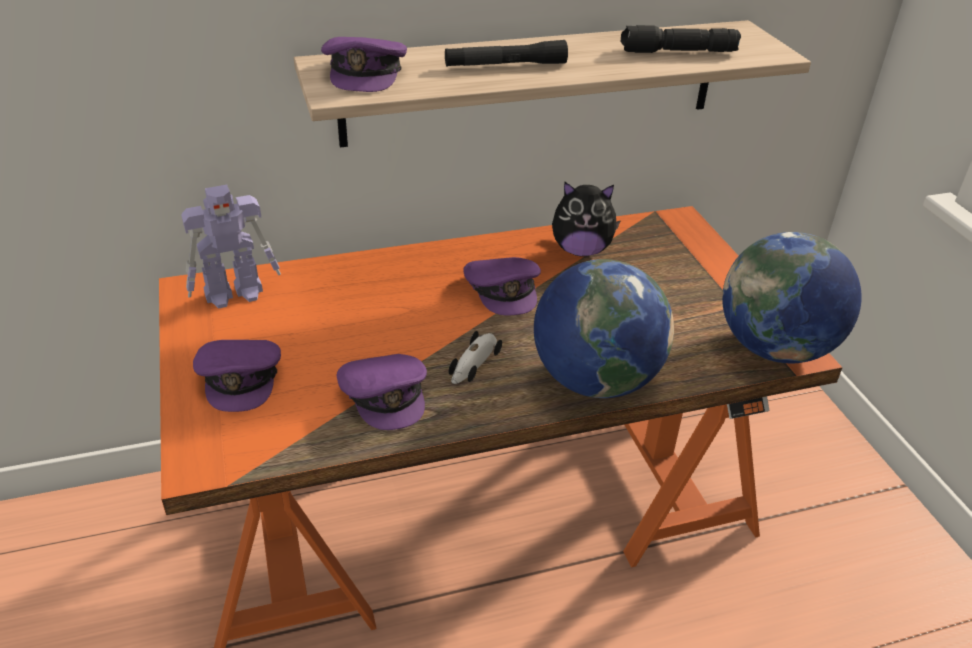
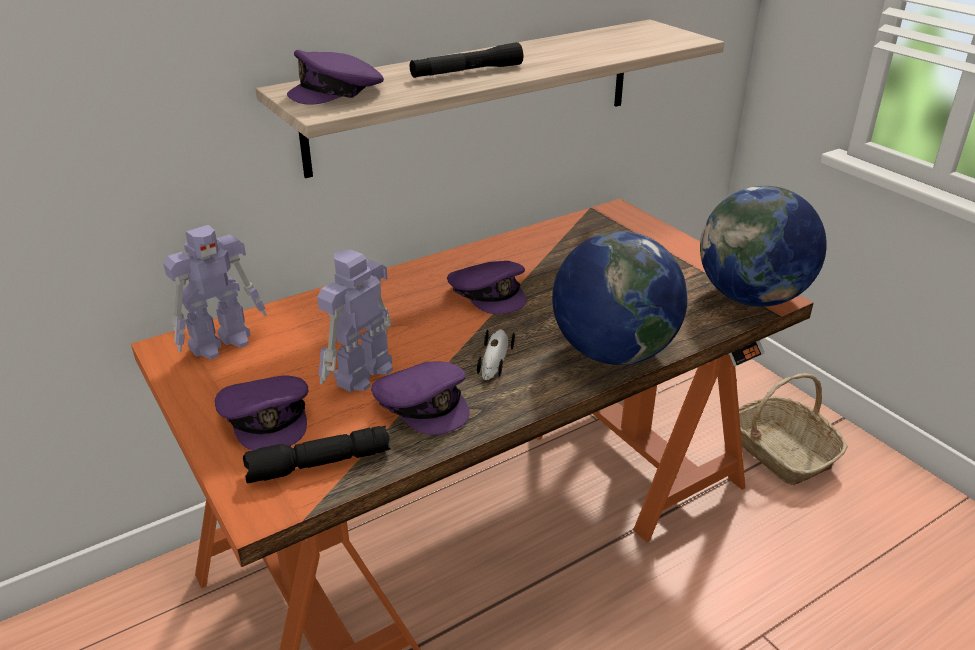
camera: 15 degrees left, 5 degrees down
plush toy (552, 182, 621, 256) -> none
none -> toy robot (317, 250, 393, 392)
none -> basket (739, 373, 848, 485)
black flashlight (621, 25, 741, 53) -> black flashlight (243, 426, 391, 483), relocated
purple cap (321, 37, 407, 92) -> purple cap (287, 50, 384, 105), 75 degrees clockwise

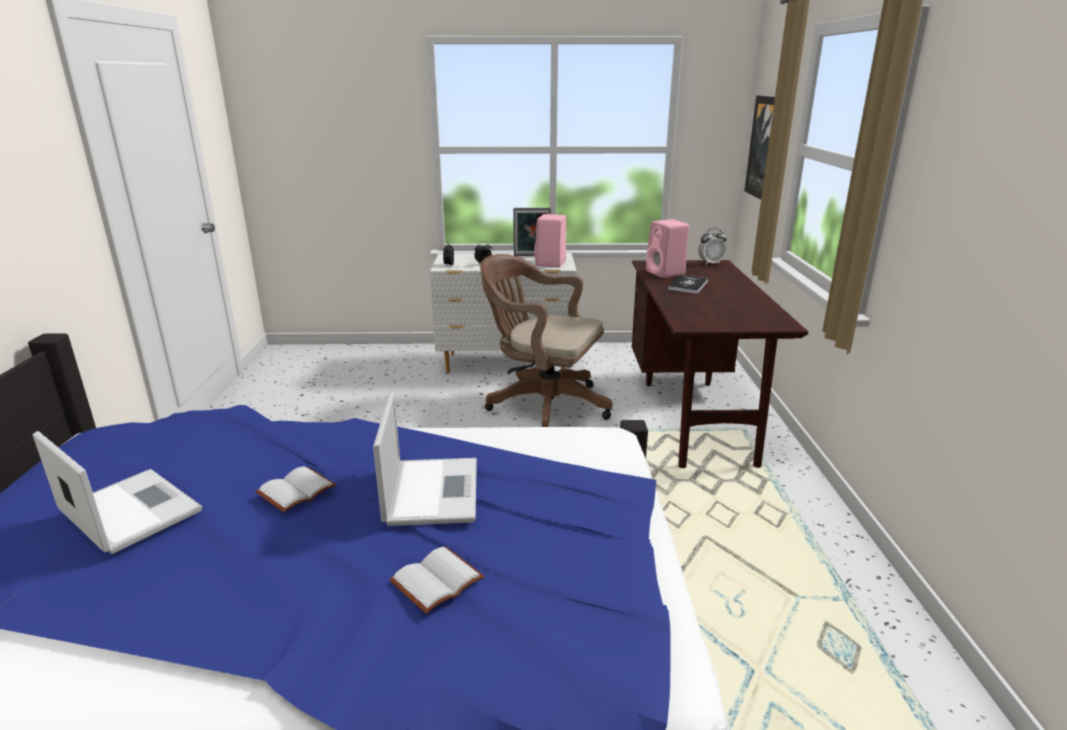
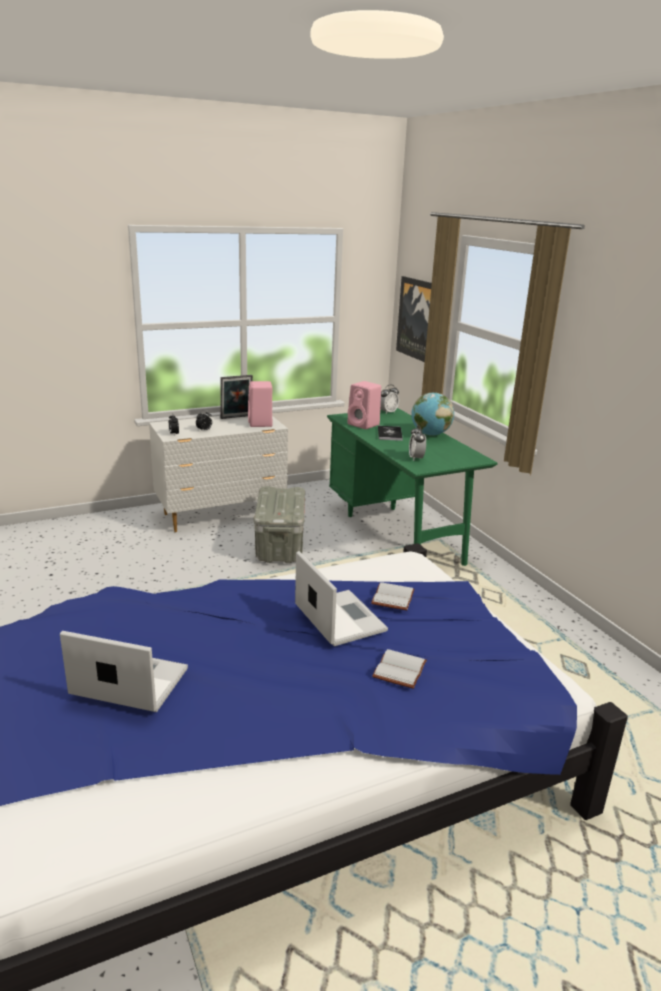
camera: 25 degrees left, 0 degrees up
none -> alarm clock (409, 425, 426, 461)
none -> globe (411, 392, 454, 436)
white book (255, 466, 336, 512) -> white book (371, 582, 415, 610), relocated
brown office chair (480, 254, 612, 427) -> grey storage box (254, 486, 305, 563)
brown desk (632, 260, 808, 468) -> green desk (327, 408, 497, 566)

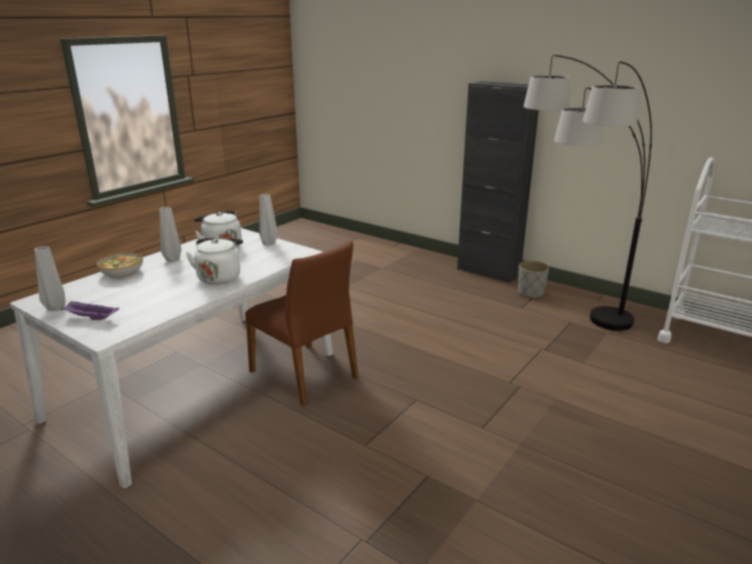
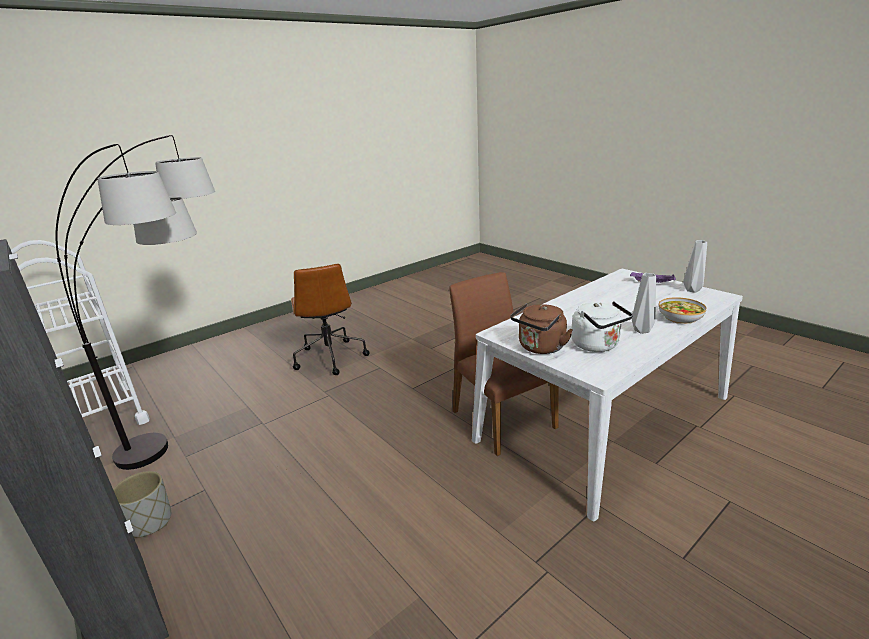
camera: 165 degrees left, 0 degrees up
white kettle (186, 238, 243, 285) -> none
none -> brown office chair (291, 264, 370, 375)
grey vase (259, 194, 278, 246) -> brown kettle (510, 303, 573, 354)

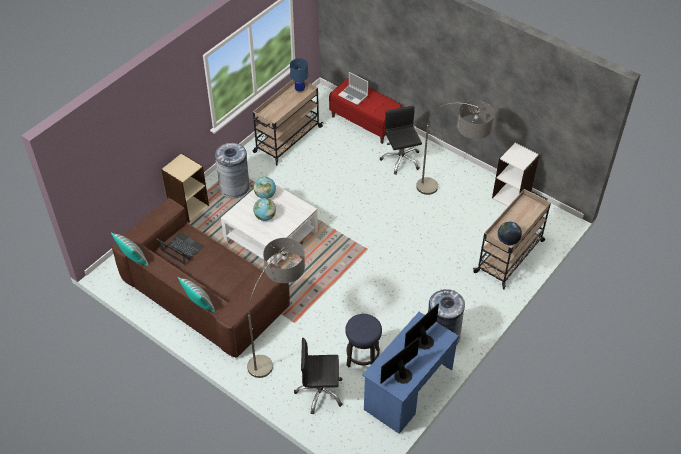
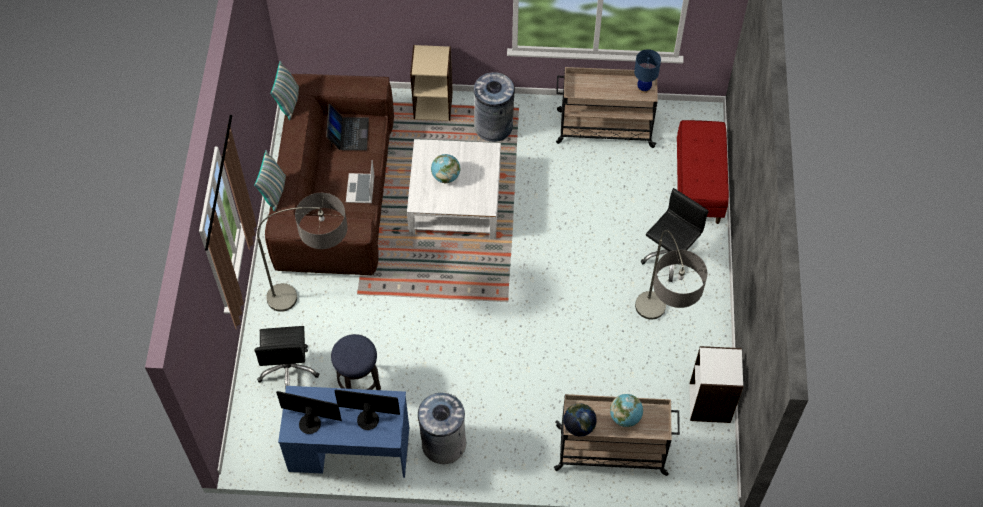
camera: 55 degrees right, 10 degrees up
globe (254, 177, 276, 199) -> globe (610, 394, 643, 427), relocated
laptop (338, 72, 368, 105) -> laptop (346, 160, 375, 203), relocated
black office chair (294, 338, 343, 415) -> black office chair (254, 326, 319, 390), 150 degrees counterclockwise

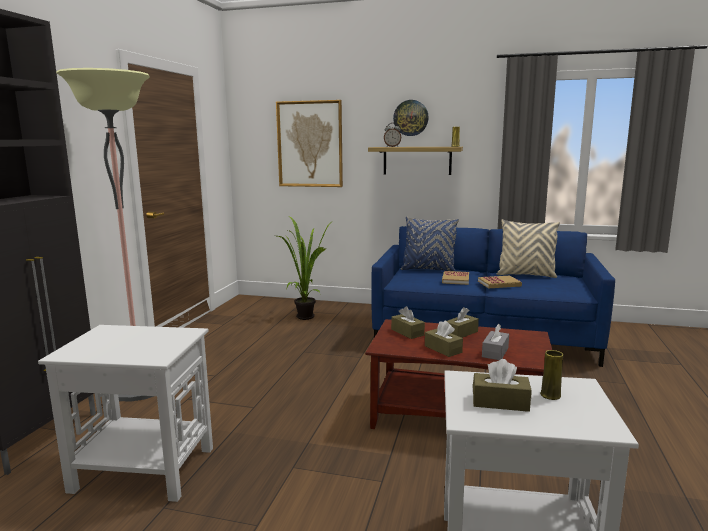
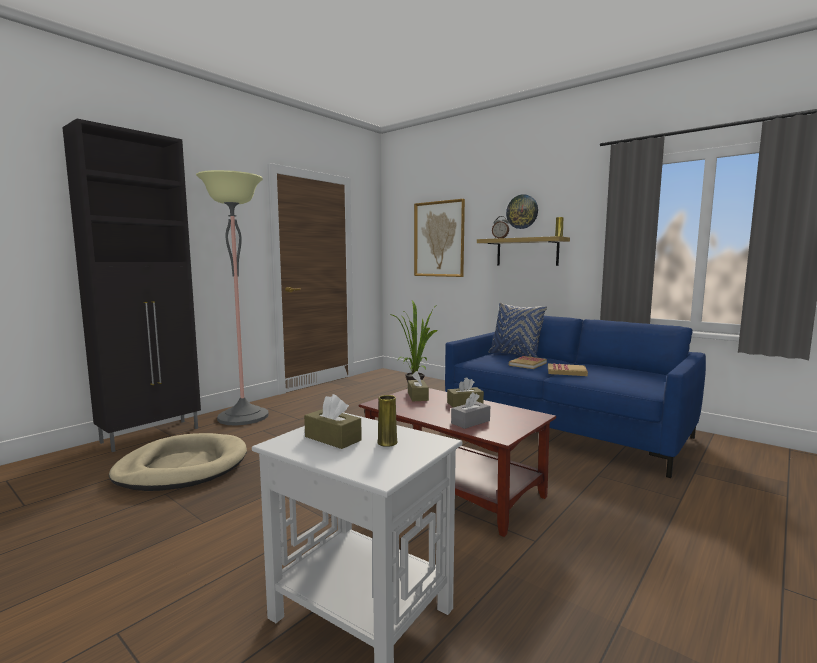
camera: 25 degrees right, 5 degrees down
brown tissue box (425, 321, 463, 357) -> none
beige pillow (497, 219, 560, 278) -> none
white side table (38, 325, 213, 502) -> beige dog bed (109, 433, 247, 491)

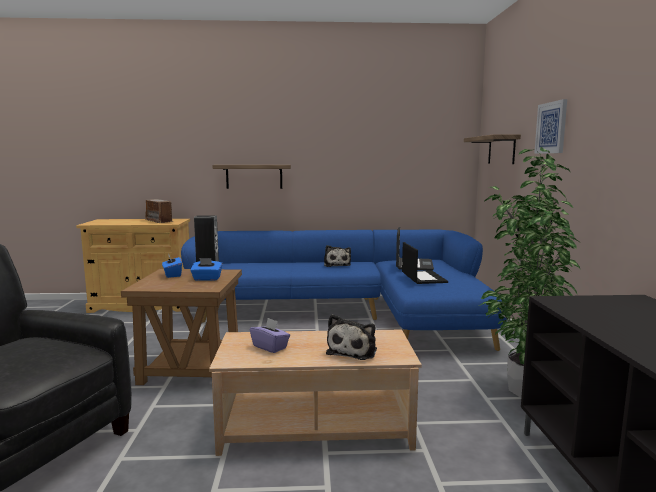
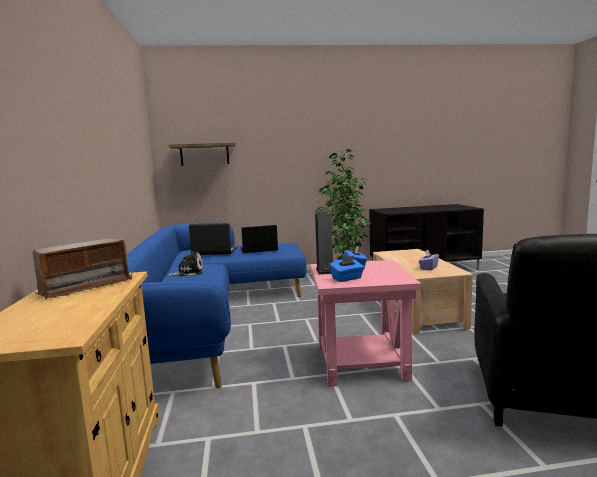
camera: 95 degrees left, 0 degrees up
shelf (212, 165, 291, 189) -> none
plush toy (326, 314, 377, 360) -> none
picture (534, 99, 567, 154) -> none
brown side table (121, 269, 242, 385) -> pink side table (310, 260, 421, 387)

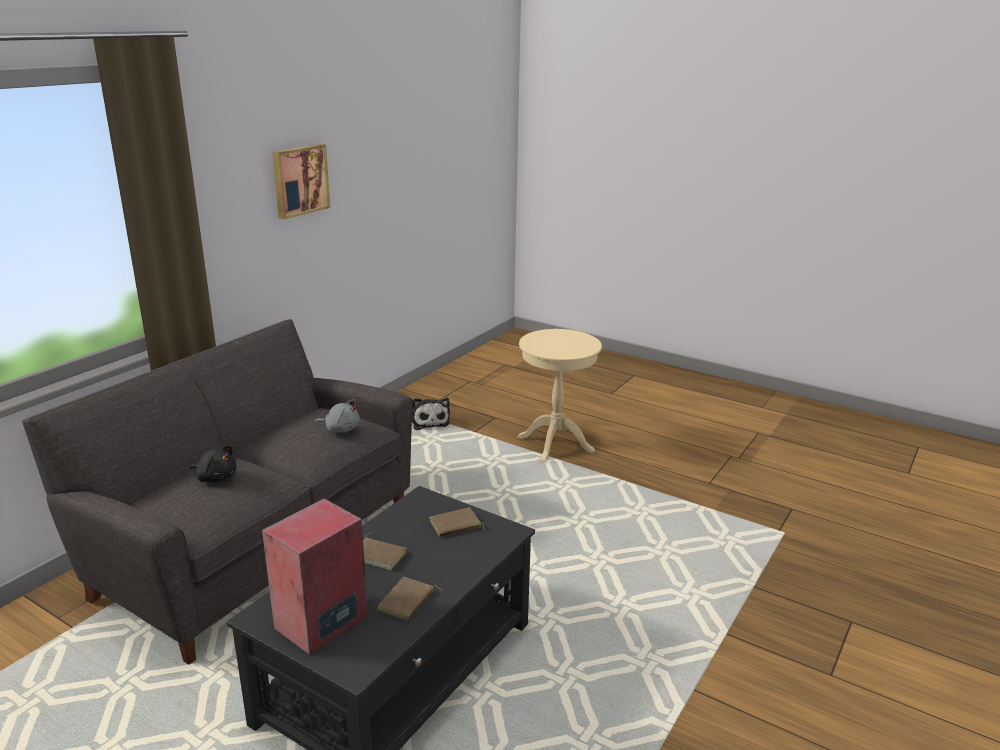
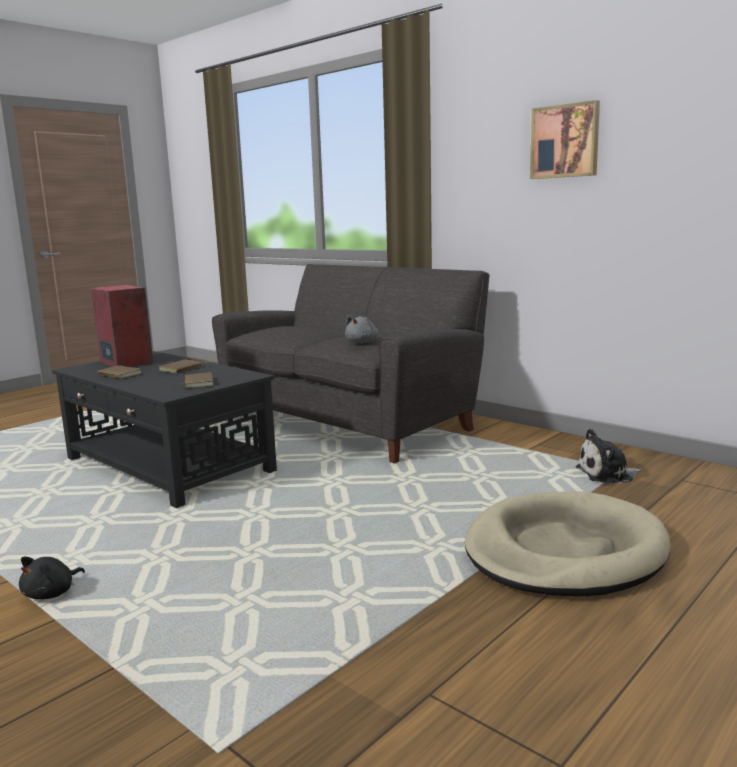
camera: 100 degrees right, 10 degrees down
black plush toy (189, 445, 236, 482) -> black plush toy (19, 557, 85, 599), relocated
beige side table (518, 329, 602, 462) -> beige dog bed (465, 491, 671, 597)

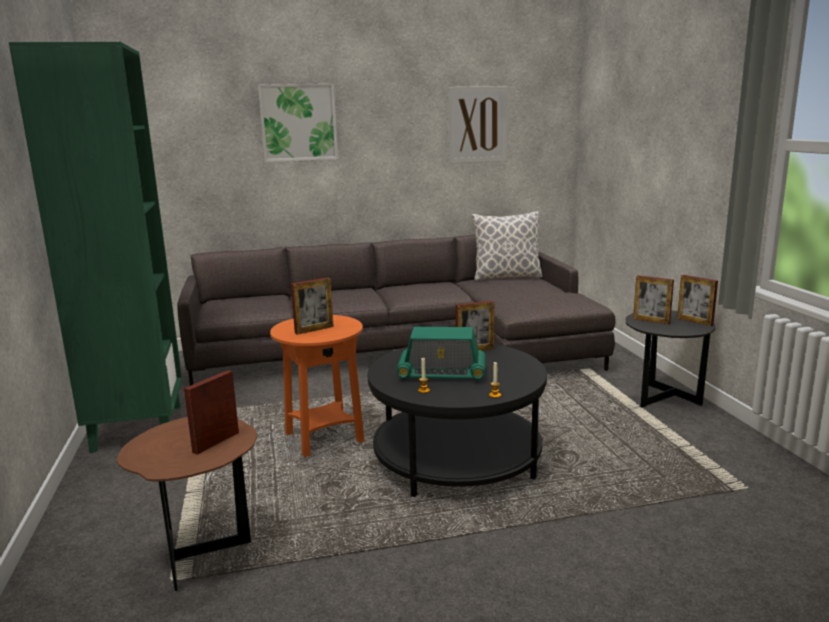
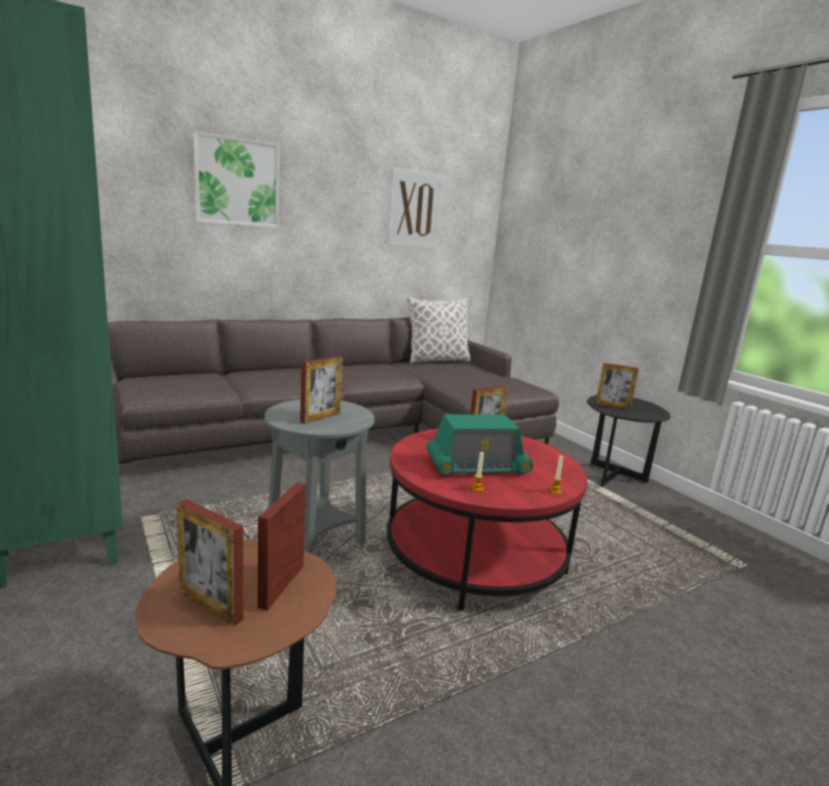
camera: 20 degrees left, 0 degrees up
picture frame (677, 275, 718, 326) -> picture frame (177, 499, 244, 626), relocated
orange side table (270, 315, 365, 457) -> grey side table (265, 399, 375, 554)
black coffee table (367, 344, 547, 497) -> red coffee table (387, 429, 587, 611)

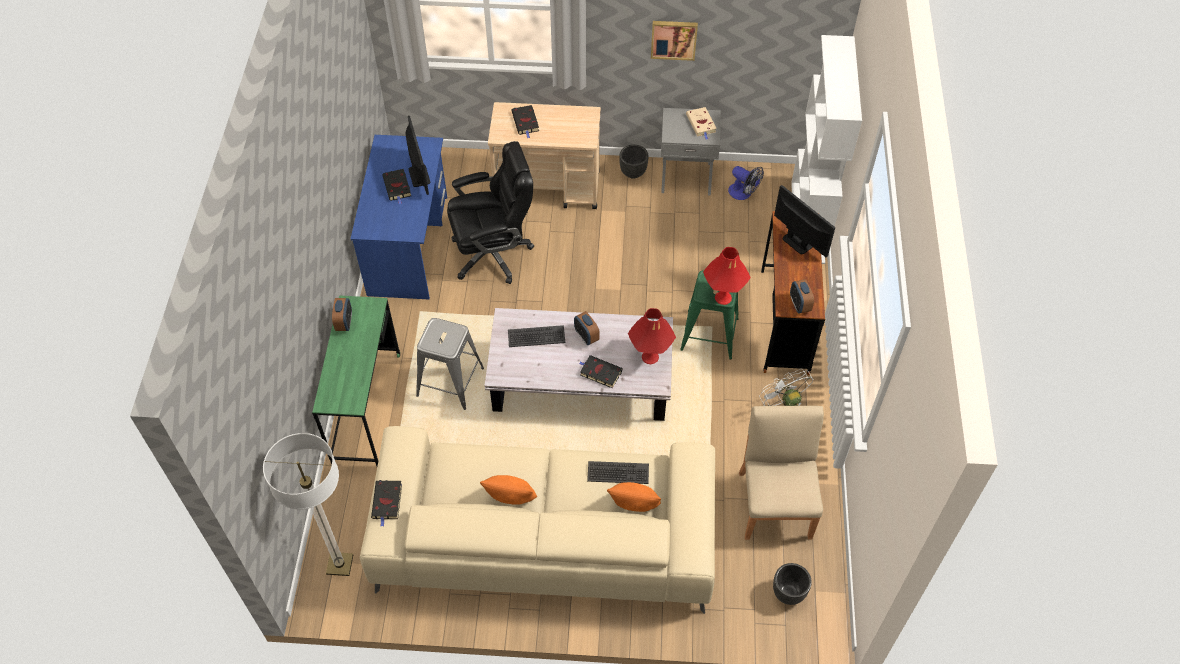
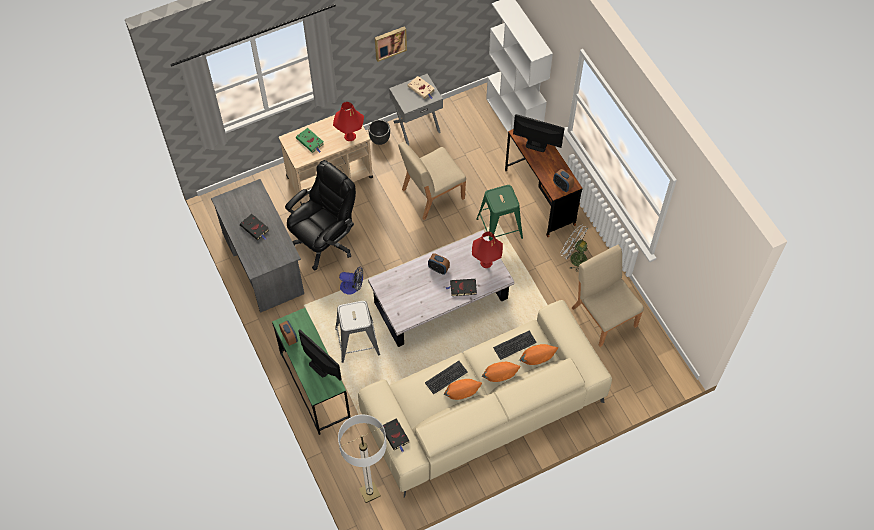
camera: 30 degrees left, 5 degrees up
black planter (773, 563, 812, 605) -> none
none -> beige chair (398, 142, 466, 220)
none -> orange pillow (482, 362, 521, 382)
monitor (405, 116, 430, 195) -> monitor (298, 329, 342, 381), relocated
keyboard (508, 325, 565, 347) -> keyboard (425, 361, 468, 395), relocated
red table lamp (703, 247, 751, 305) -> red table lamp (333, 102, 364, 141), relocated
fan (728, 166, 764, 200) -> fan (339, 266, 363, 295), relocated
blue desk (350, 135, 447, 300) -> grey desk (211, 179, 304, 313)
black book (511, 105, 539, 138) -> green book (296, 128, 324, 153)

